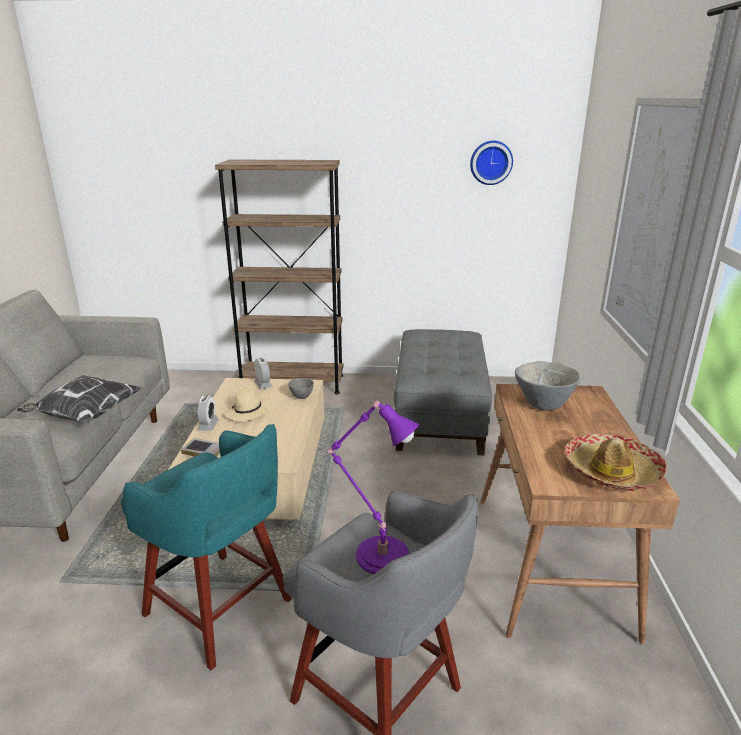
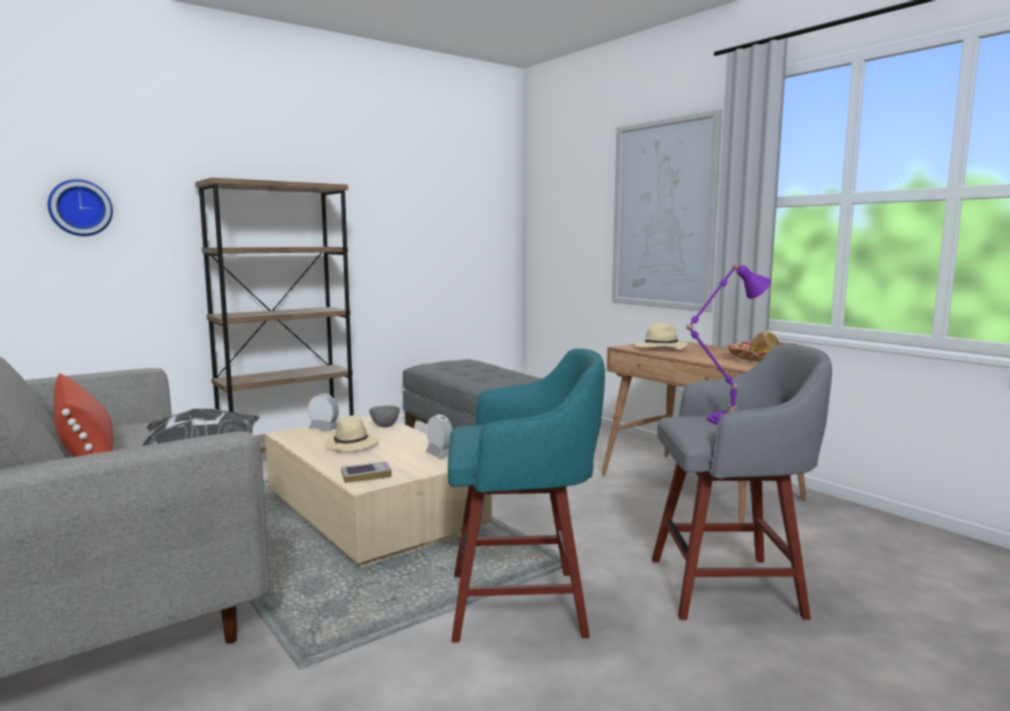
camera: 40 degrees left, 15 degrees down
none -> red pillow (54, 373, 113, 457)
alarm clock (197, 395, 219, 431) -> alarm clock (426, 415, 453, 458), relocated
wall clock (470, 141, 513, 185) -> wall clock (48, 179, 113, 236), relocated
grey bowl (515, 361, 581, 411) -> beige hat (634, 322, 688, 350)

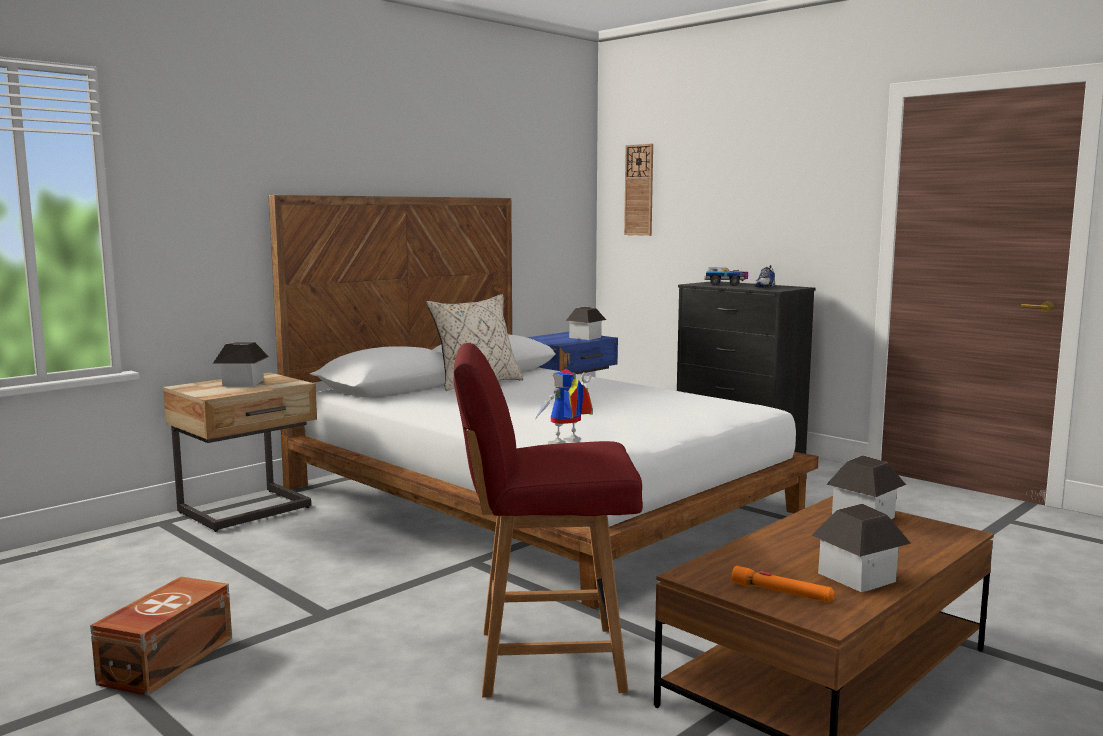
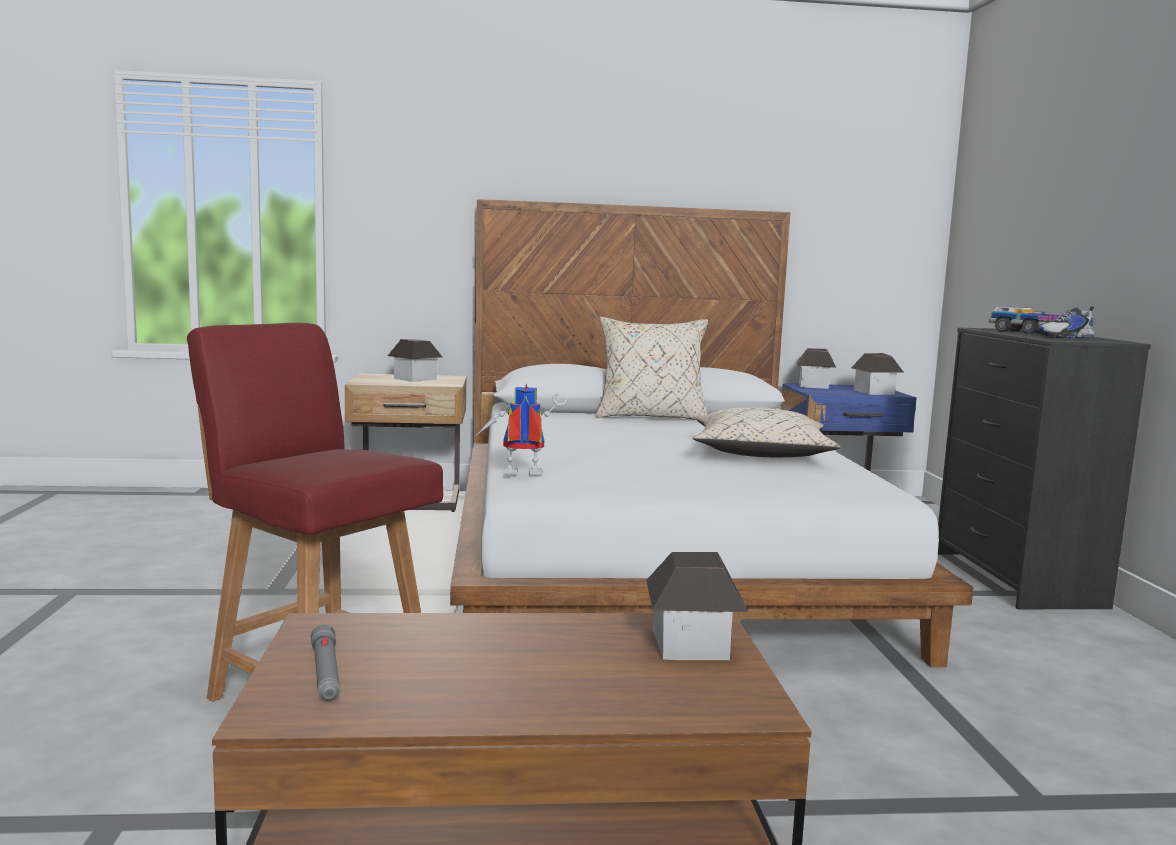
camera: 40 degrees right, 0 degrees up
brown storage box (90, 577, 232, 696) -> none
wall clock (624, 144, 653, 236) -> none
none -> beige pillow (693, 407, 841, 457)
toy house (811, 504, 911, 592) -> toy house (797, 348, 836, 389), relocated
orange flashlight (731, 566, 835, 602) -> grey flashlight (311, 624, 340, 701)

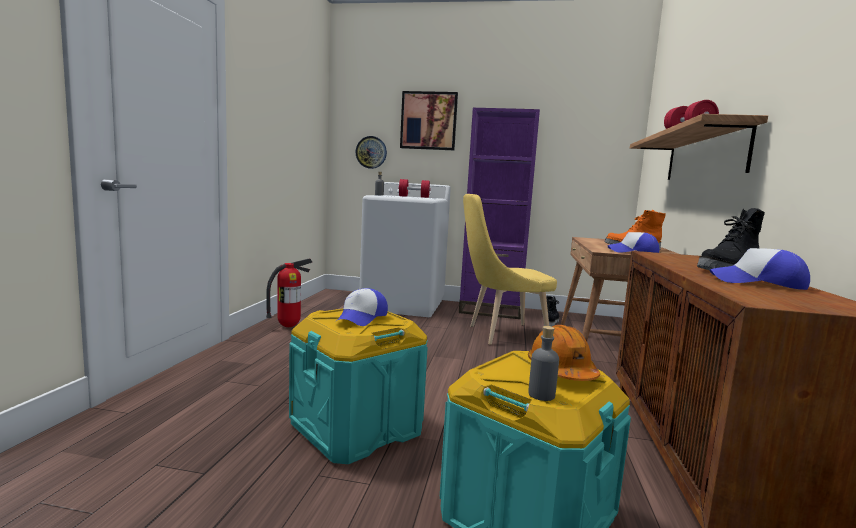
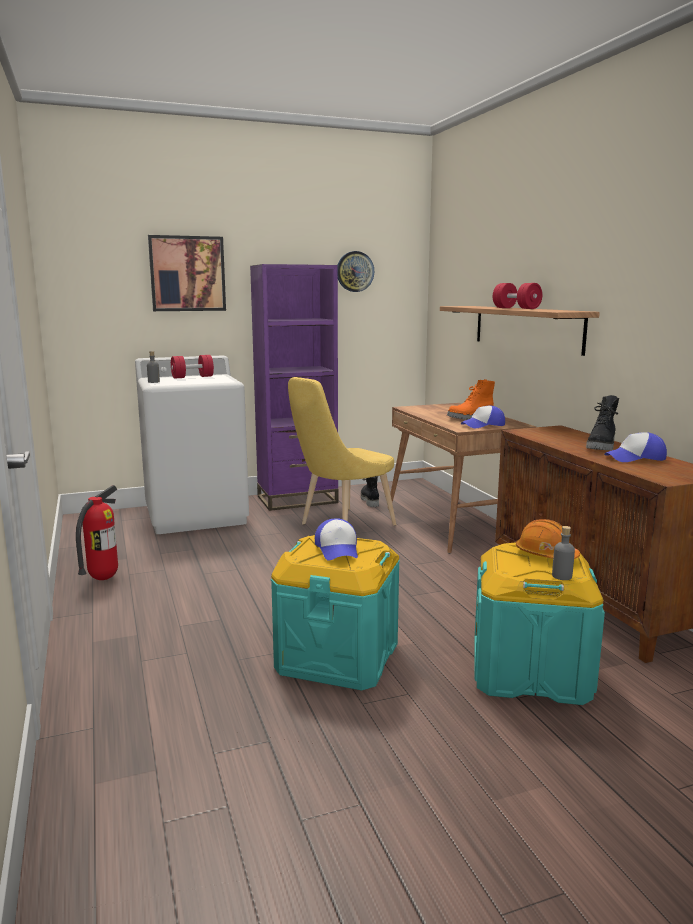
camera: 30 degrees left, 5 degrees up
wall clock (356, 136, 387, 169) -> wall clock (338, 251, 374, 292), relocated

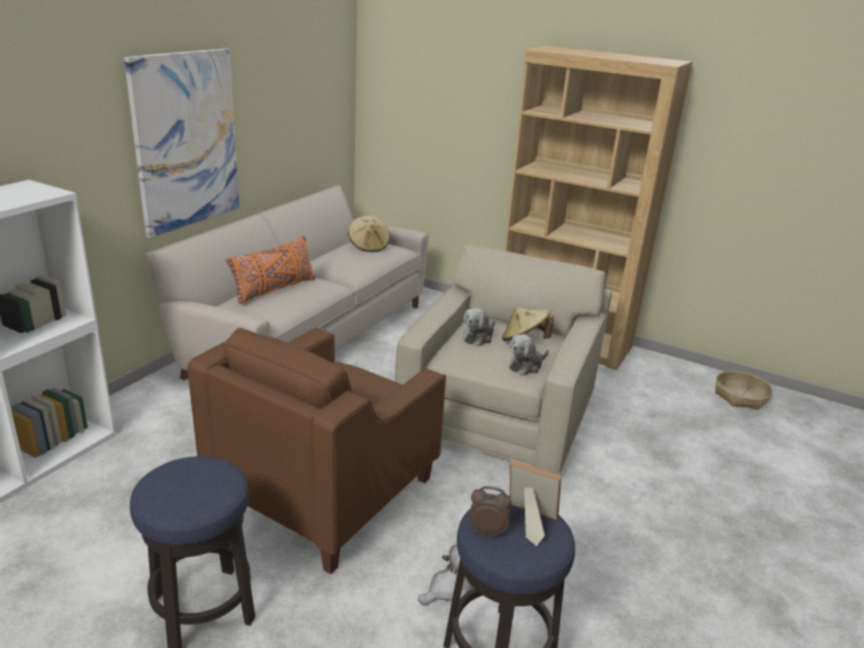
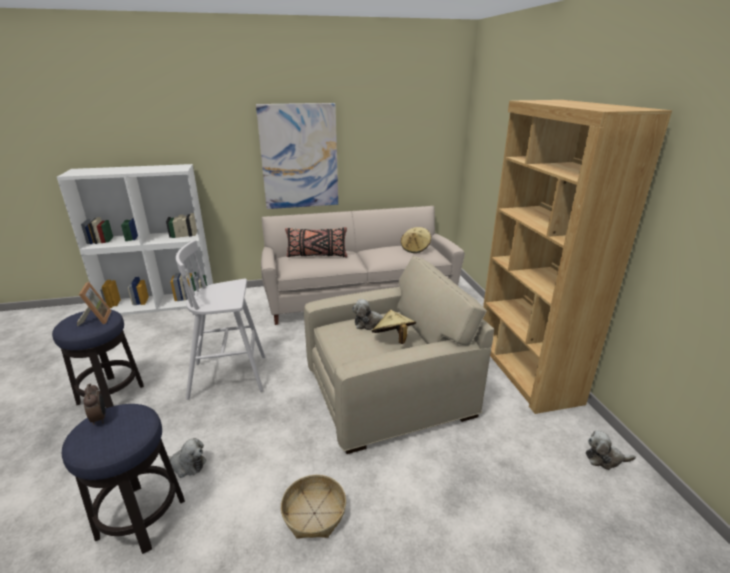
camera: 50 degrees right, 0 degrees up
plush toy (509, 335, 549, 376) -> plush toy (586, 430, 636, 470), relocated
picture frame (510, 460, 561, 546) -> picture frame (77, 282, 112, 326), relocated
basket (715, 371, 773, 410) -> basket (281, 475, 346, 539), relocated
brown armchair (187, 328, 446, 574) -> white stool (176, 240, 265, 400)
orange pillow (225, 236, 316, 304) -> black pillow (285, 227, 347, 257)

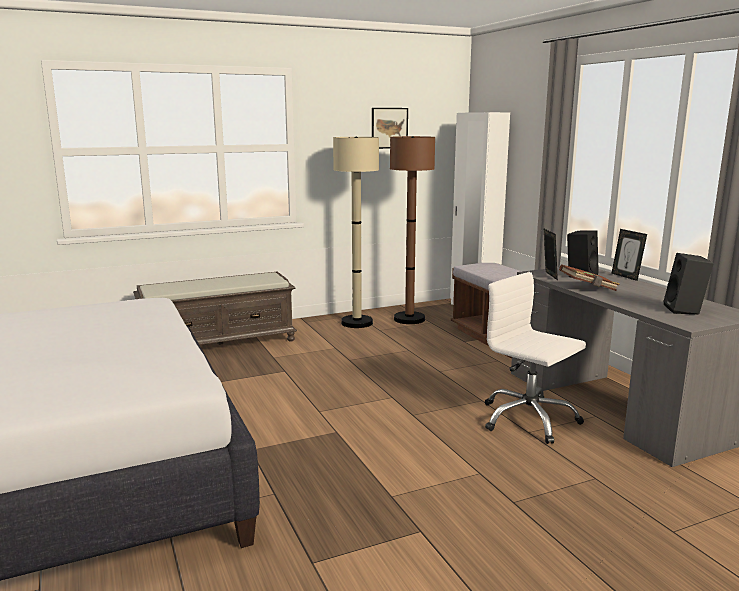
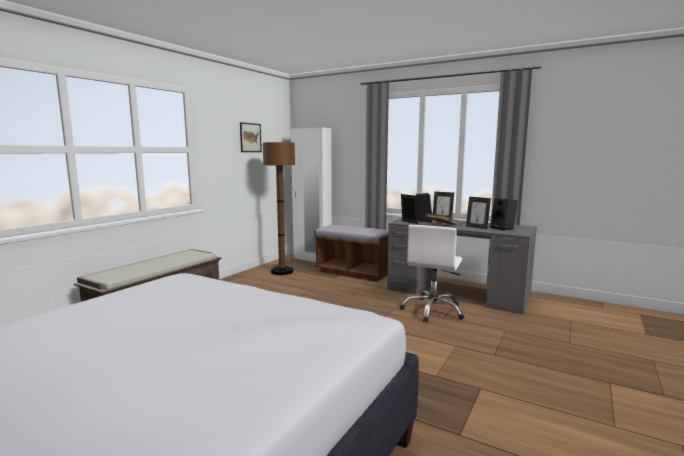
camera: 35 degrees left, 5 degrees down
beige floor lamp (333, 137, 379, 328) -> none
none -> picture frame (466, 197, 491, 229)
white office chair (485, 272, 586, 444) -> white office chair (400, 225, 464, 322), 75 degrees counterclockwise

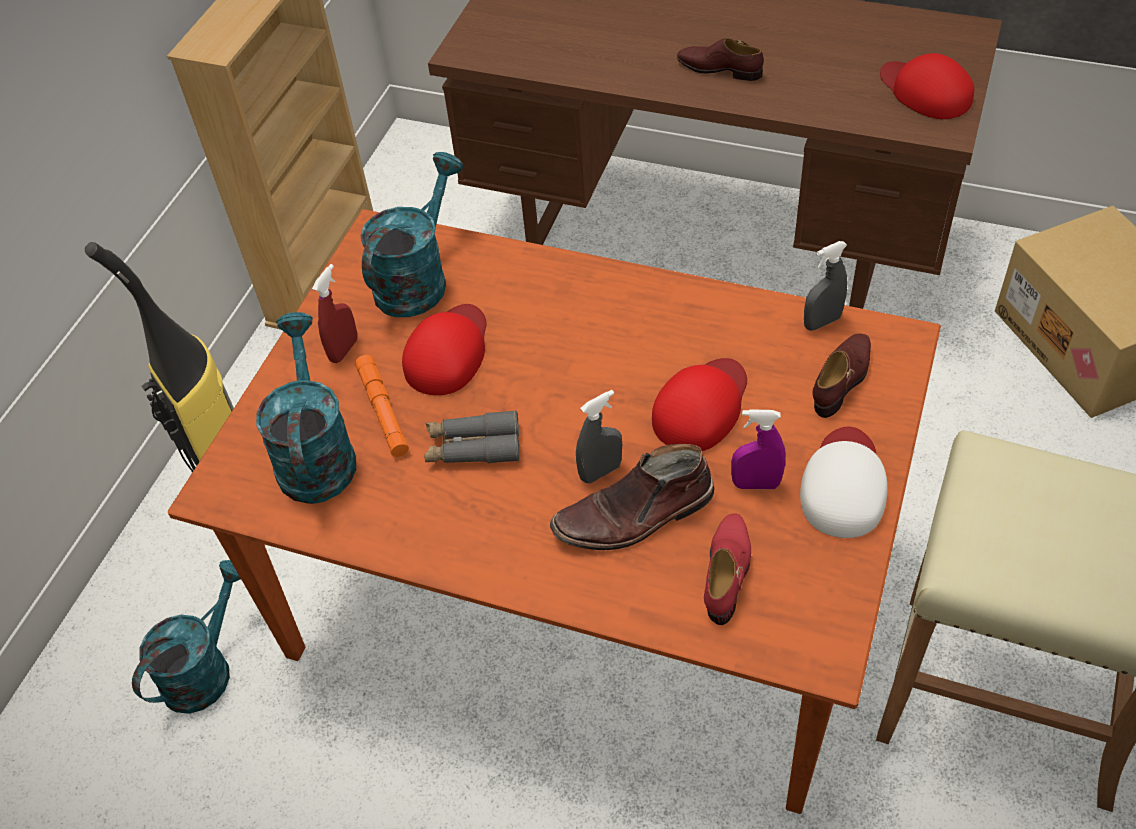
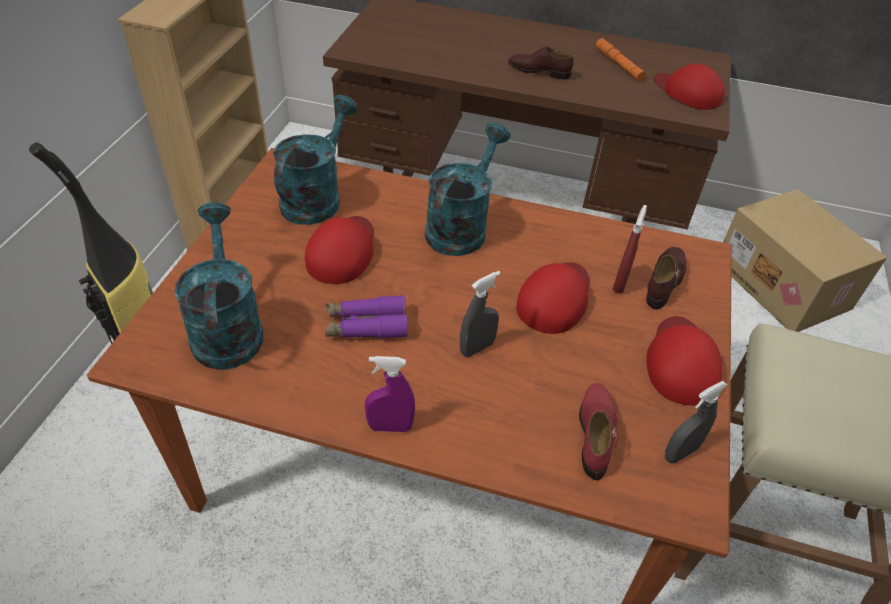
camera: 10 degrees left, 5 degrees down
brown boot (550, 444, 715, 550) -> none
turquoise watering can (132, 560, 241, 714) -> turquoise watering can (425, 123, 511, 256), relocated
red spray bottle (312, 264, 357, 363) -> red spray bottle (613, 205, 647, 294), relocated
orange flashlight (355, 355, 409, 457) -> orange flashlight (596, 38, 646, 81), relocated
purple spray bottle (731, 409, 786, 489) -> purple spray bottle (365, 356, 415, 432), relocated
grey spray bottle (804, 241, 847, 330) -> grey spray bottle (665, 381, 728, 463), relocated
grey binoculars (424, 410, 520, 463) -> purple binoculars (325, 295, 408, 338)
white cap (800, 427, 887, 538) -> red cap (647, 316, 722, 405)

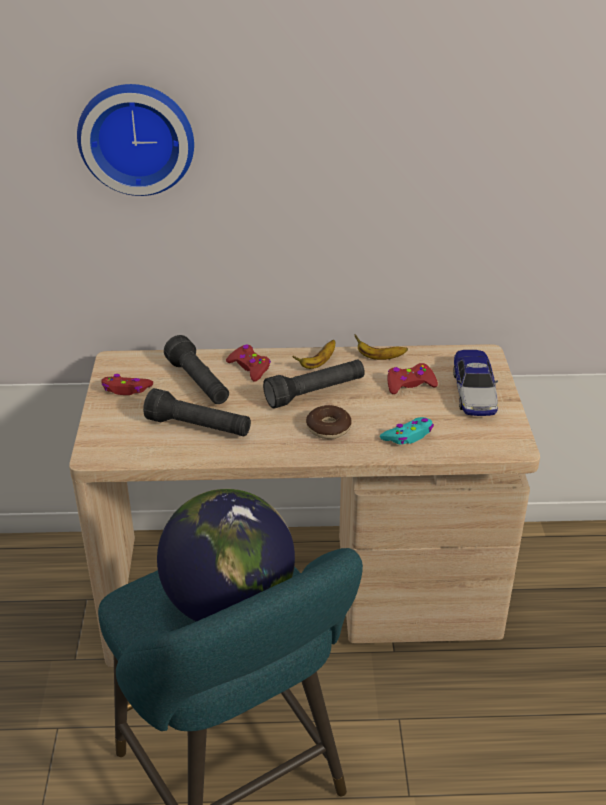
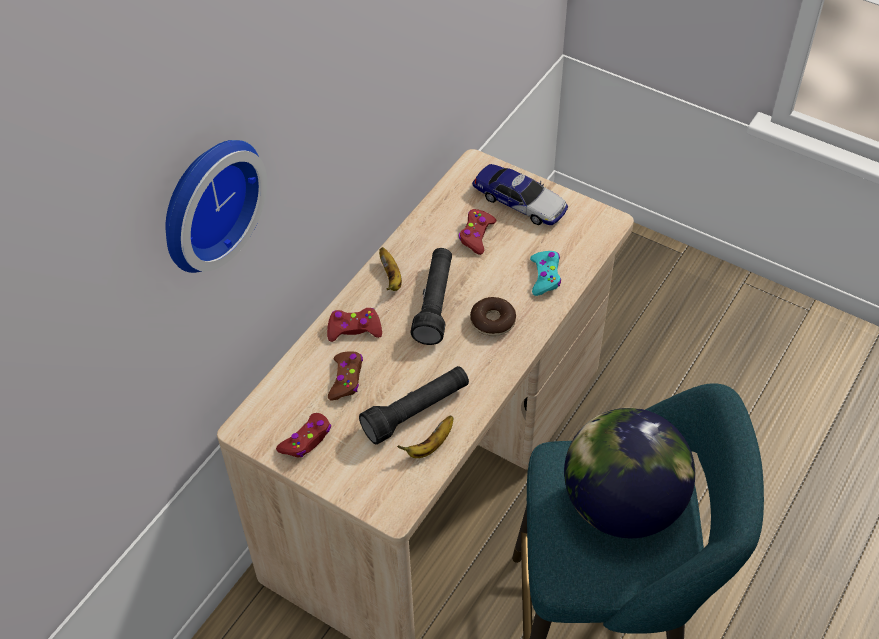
camera: 55 degrees left, 15 degrees up
banana (354, 334, 408, 360) -> banana (397, 416, 453, 458), relocated
black flashlight (164, 335, 229, 404) -> brown game controller (328, 351, 363, 401)

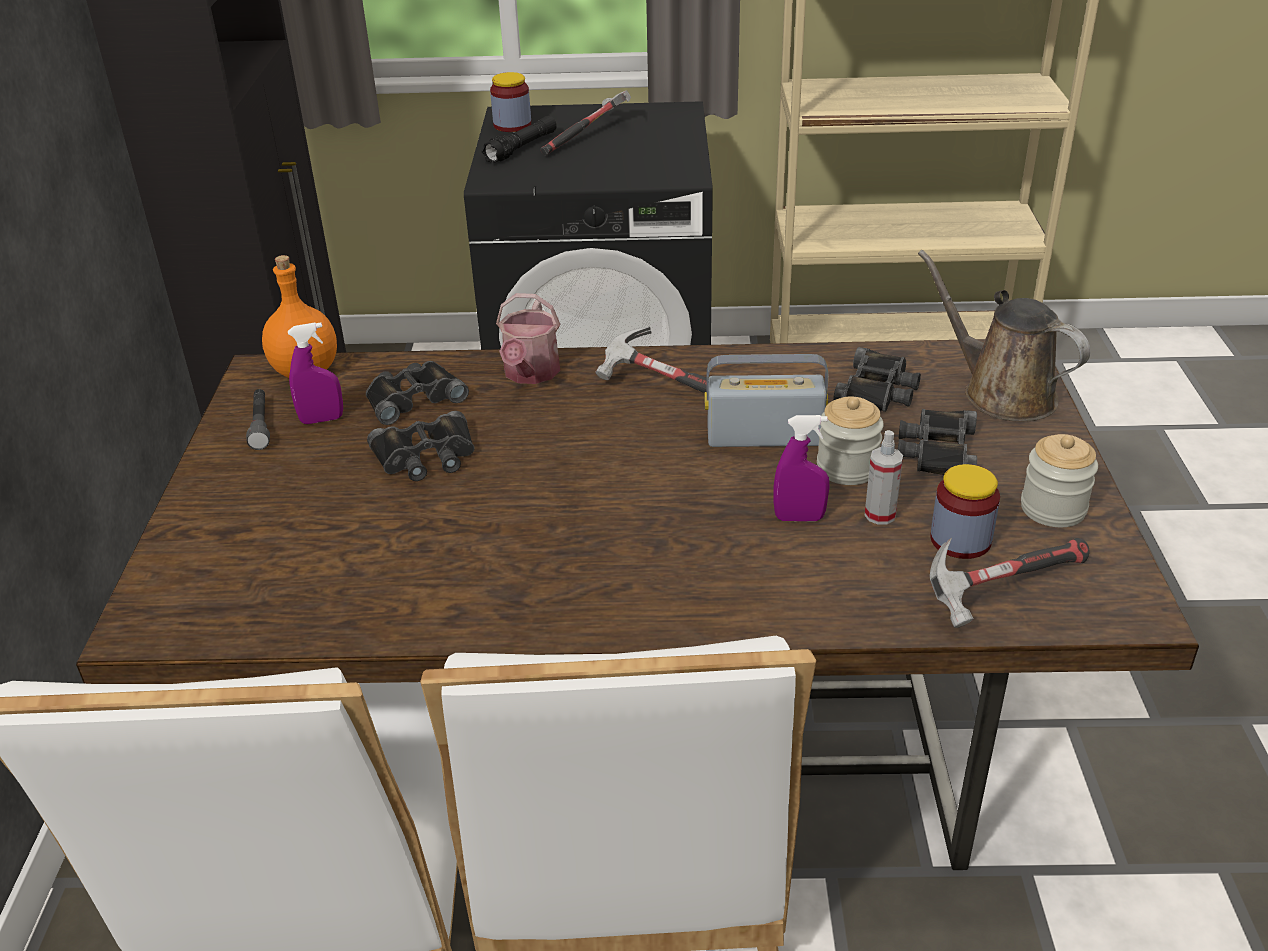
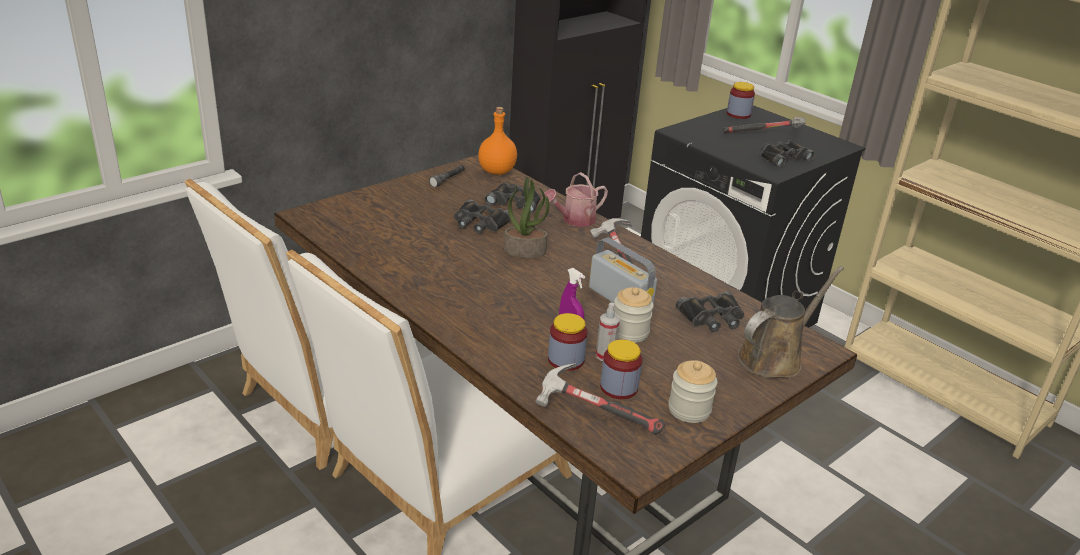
camera: 45 degrees right, 5 degrees down
purple spray bottle (288, 323, 343, 424) -> none
black flashlight (481, 116, 557, 163) -> none
none -> potted plant (504, 177, 549, 258)
none -> jar (548, 313, 587, 371)
black binoculars (898, 409, 977, 475) -> black binoculars (761, 140, 815, 168), relocated
brown watering can (918, 250, 1090, 422) -> brown watering can (738, 266, 844, 378), 45 degrees clockwise

